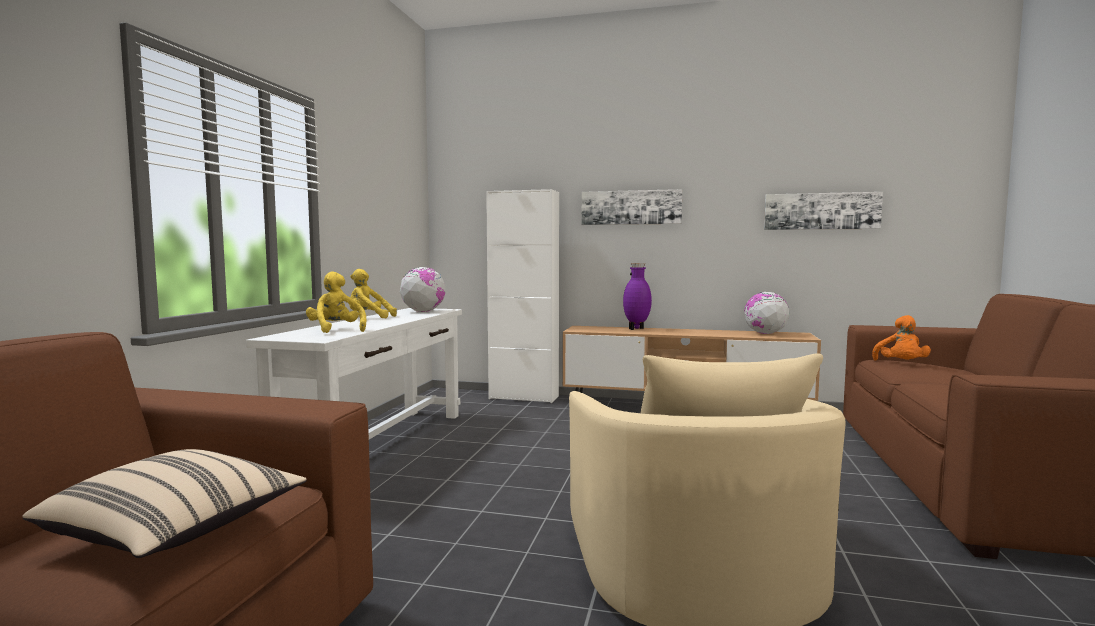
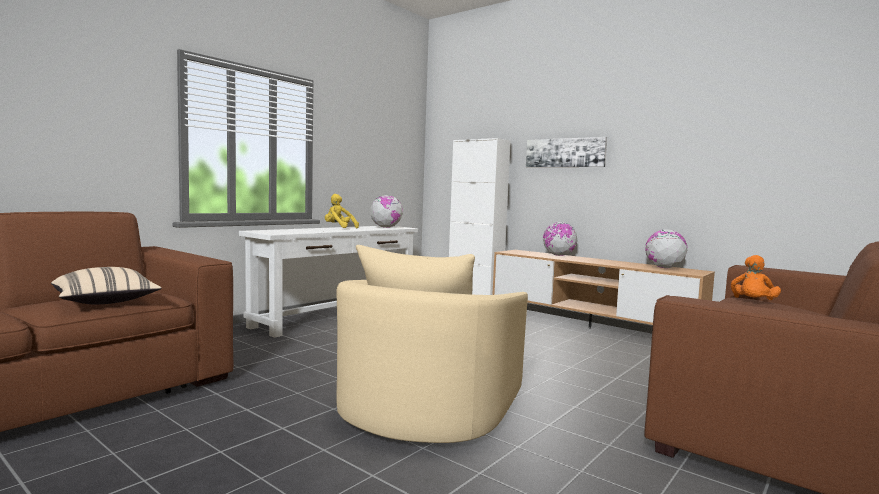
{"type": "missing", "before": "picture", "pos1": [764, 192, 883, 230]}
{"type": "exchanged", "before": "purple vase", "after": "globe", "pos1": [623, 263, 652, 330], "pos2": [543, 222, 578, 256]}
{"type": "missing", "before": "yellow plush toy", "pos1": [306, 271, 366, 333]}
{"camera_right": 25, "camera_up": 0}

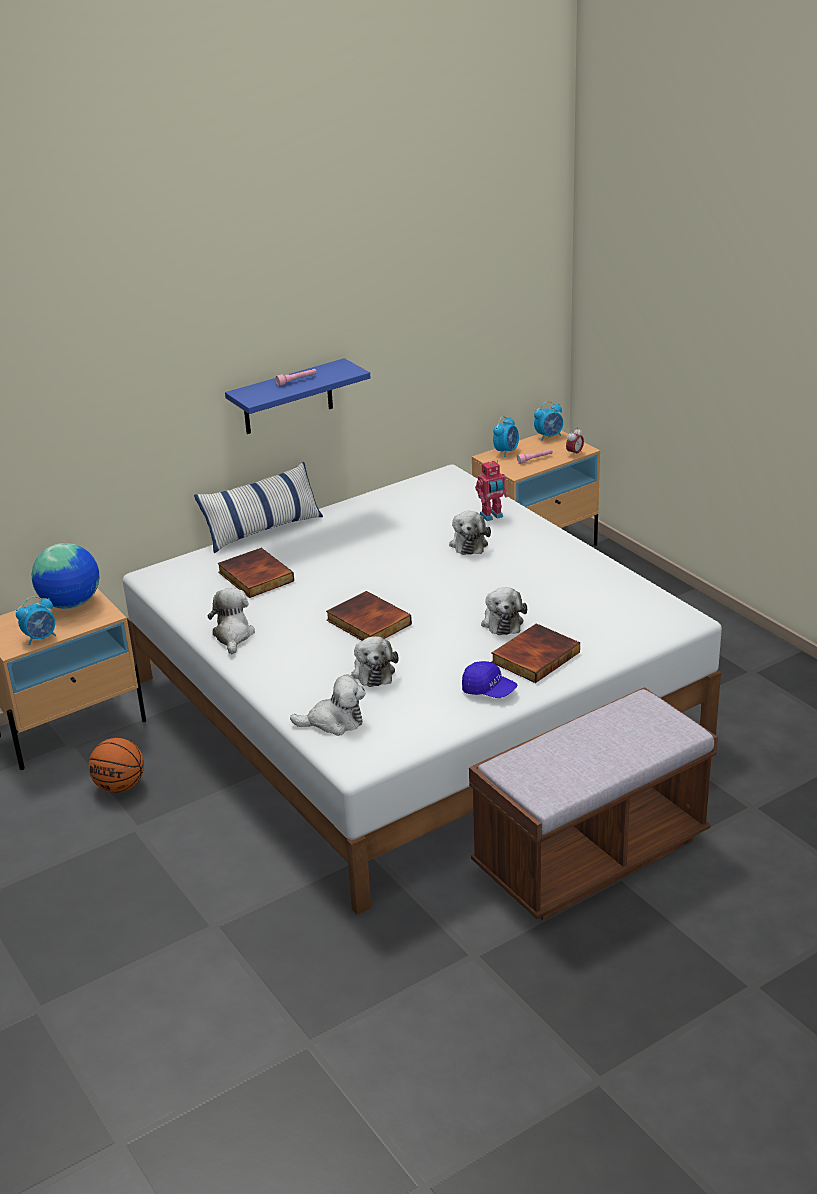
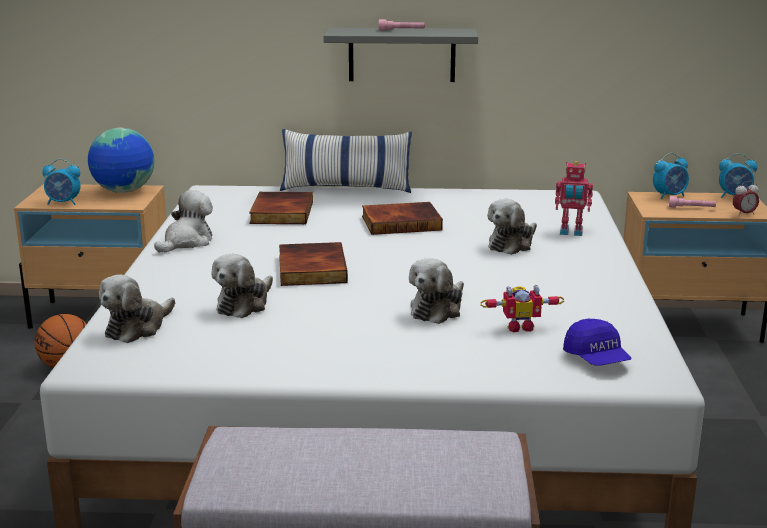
{"type": "colour", "before": "blue shelf", "after": "grey shelf", "pos1": [225, 358, 371, 434], "pos2": [323, 28, 478, 82]}
{"type": "relocated", "before": "book", "pos1": [491, 623, 580, 683], "pos2": [362, 202, 443, 235]}
{"type": "relocated", "before": "blue cap", "pos1": [462, 661, 517, 698], "pos2": [563, 319, 632, 366]}
{"type": "spun", "before": "plush toy", "pos1": [290, 674, 366, 736], "pos2": [99, 275, 175, 343], "turn": 90}
{"type": "appeared", "after": "toy robot", "pos2": [480, 285, 564, 332]}
{"camera_right": 35, "camera_up": -10}

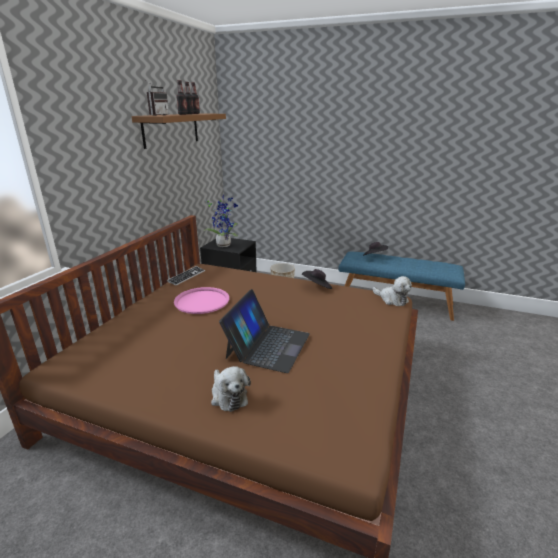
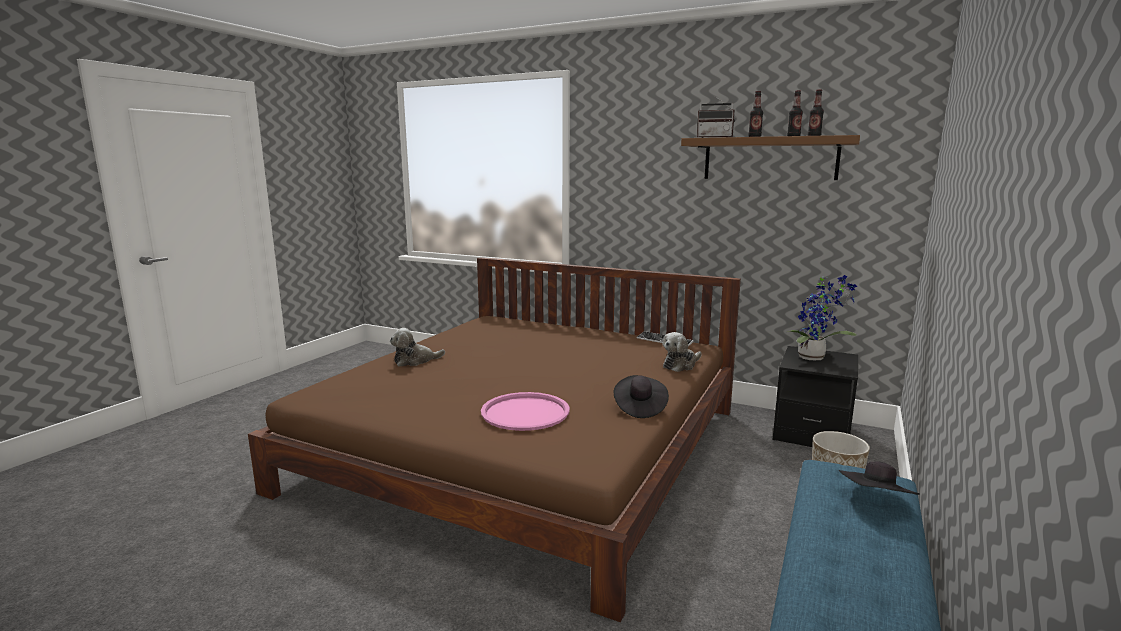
{"type": "relocated", "before": "plush toy", "pos1": [372, 276, 412, 306], "pos2": [662, 332, 702, 372]}
{"type": "relocated", "before": "pink tray", "pos1": [174, 287, 229, 314], "pos2": [481, 392, 570, 431]}
{"type": "missing", "before": "laptop", "pos1": [219, 289, 310, 373]}
{"camera_right": 95, "camera_up": -10}

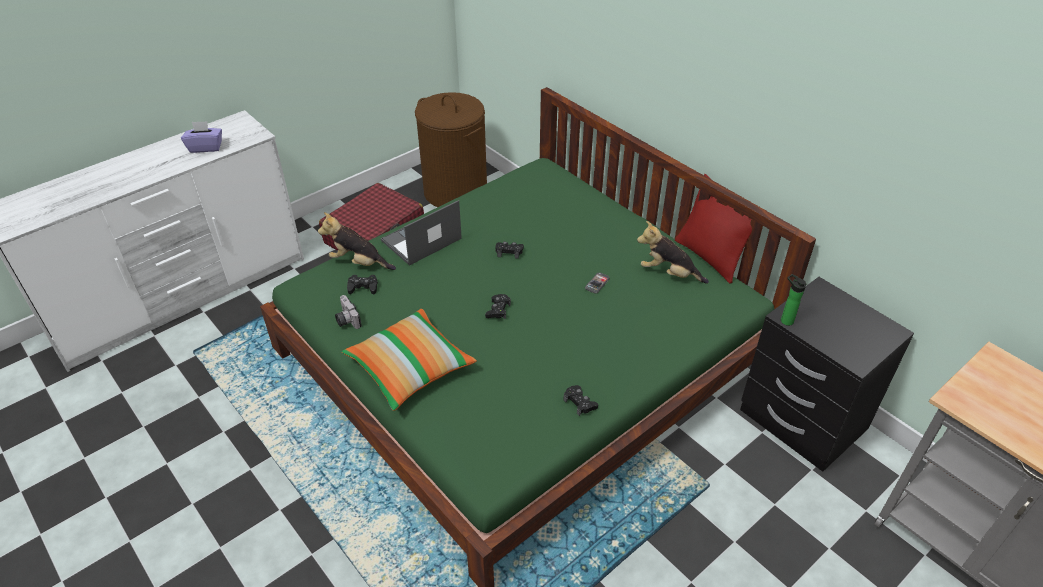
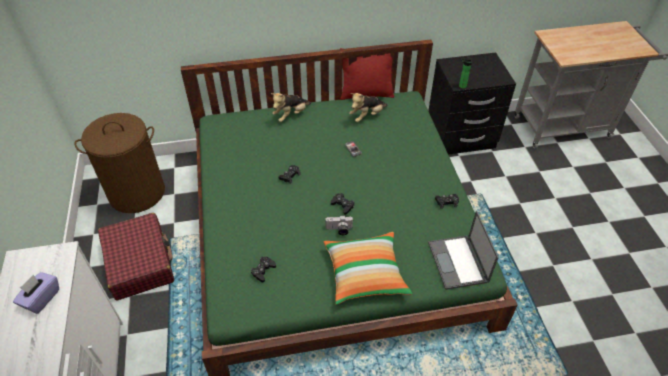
{"type": "relocated", "before": "laptop", "pos1": [381, 200, 462, 266], "pos2": [428, 211, 499, 290]}
{"type": "relocated", "before": "plush toy", "pos1": [318, 212, 396, 270], "pos2": [271, 93, 311, 122]}
{"type": "relocated", "before": "photo camera", "pos1": [335, 295, 362, 329], "pos2": [325, 215, 353, 235]}
{"camera_right": -60, "camera_up": 5}

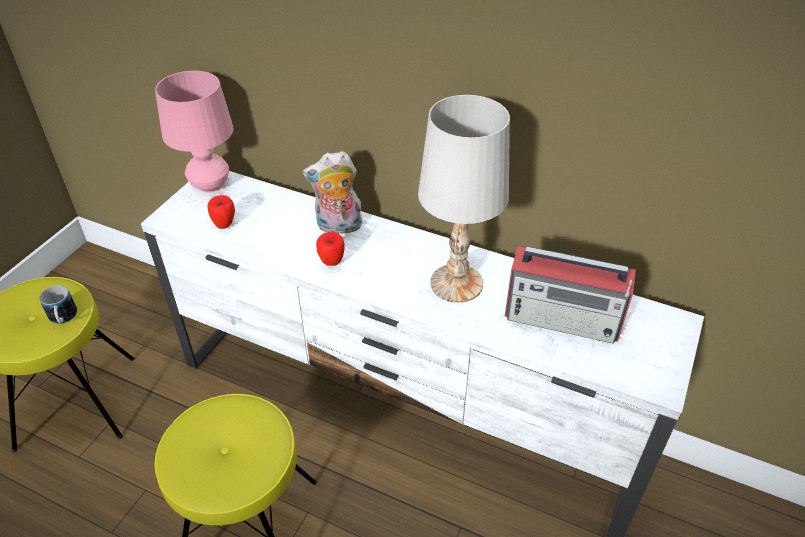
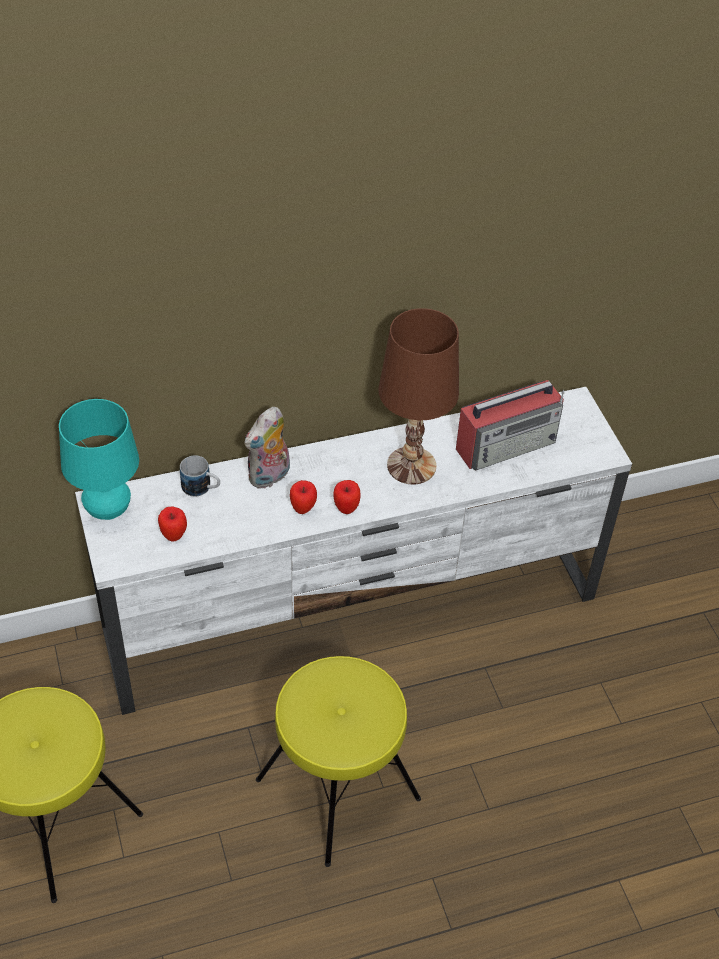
{"type": "colour", "before": "pink table lamp", "after": "turquoise table lamp", "pos1": [155, 71, 233, 192], "pos2": [59, 399, 139, 520]}
{"type": "colour", "before": "white table lamp", "after": "brown table lamp", "pos1": [418, 95, 510, 303], "pos2": [378, 308, 459, 484]}
{"type": "relocated", "before": "mug", "pos1": [39, 285, 77, 324], "pos2": [180, 455, 220, 496]}
{"type": "appeared", "after": "apple", "pos2": [333, 480, 361, 514]}
{"camera_right": -45, "camera_up": 5}

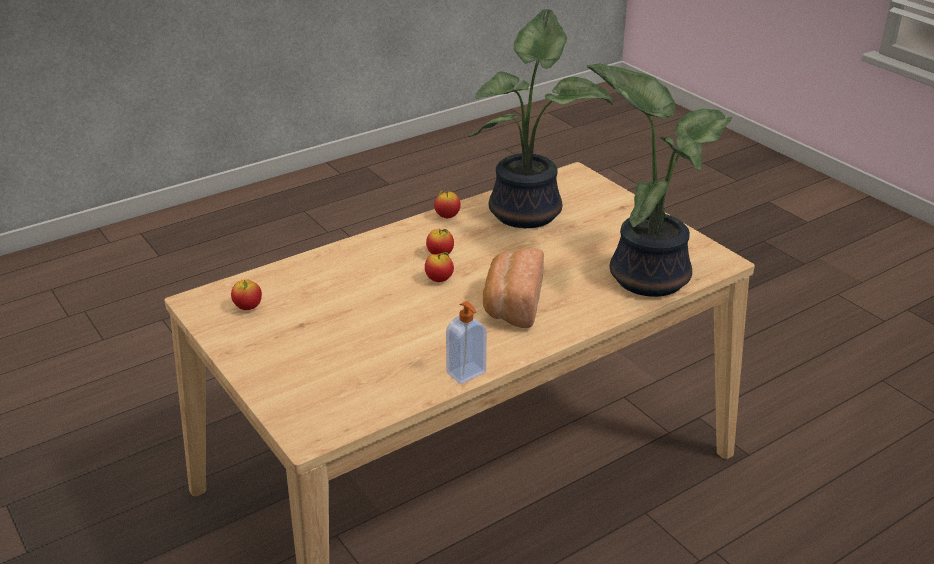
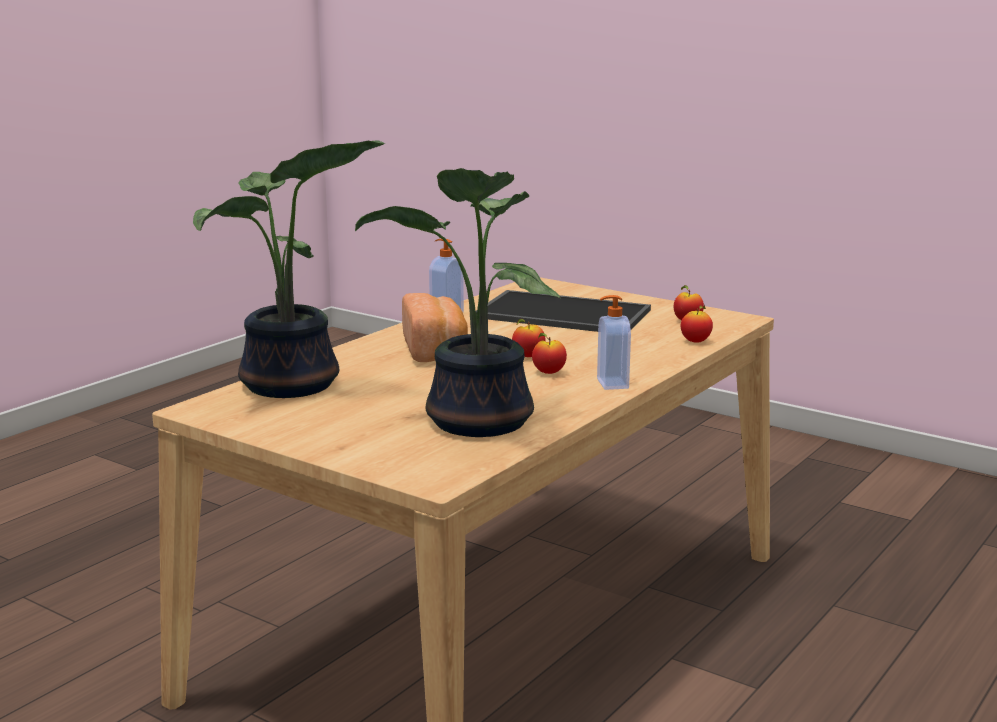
{"type": "relocated", "before": "apple", "pos1": [434, 190, 461, 218], "pos2": [681, 305, 713, 343]}
{"type": "appeared", "after": "tray", "pos2": [476, 290, 651, 332]}
{"type": "appeared", "after": "soap dispenser", "pos2": [597, 295, 631, 390]}
{"camera_right": 160, "camera_up": -15}

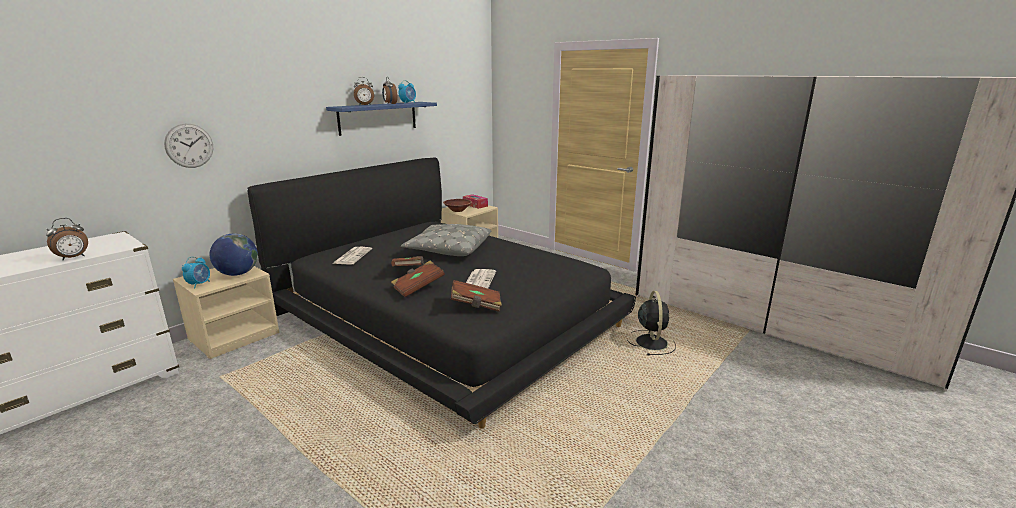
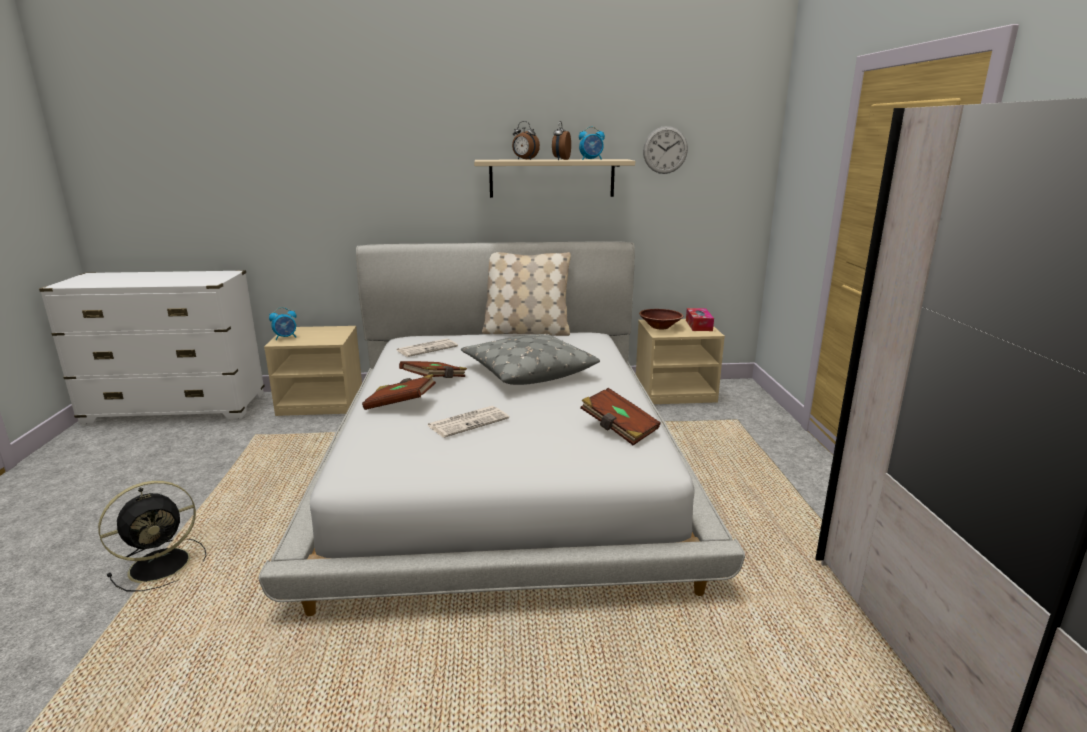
{"type": "colour", "before": "blue shelf", "after": "beige shelf", "pos1": [326, 102, 437, 136], "pos2": [474, 159, 635, 198]}
{"type": "relocated", "before": "wall clock", "pos1": [164, 124, 213, 168], "pos2": [643, 126, 688, 174]}
{"type": "colour", "before": "black bed", "after": "white bed", "pos1": [247, 158, 636, 429], "pos2": [258, 241, 745, 616]}
{"type": "missing", "before": "alarm clock", "pos1": [46, 218, 88, 260]}
{"type": "missing", "before": "globe", "pos1": [210, 233, 258, 276]}
{"type": "relocated", "before": "brown book", "pos1": [451, 280, 502, 312], "pos2": [580, 388, 661, 445]}
{"type": "relocated", "before": "black fan", "pos1": [627, 291, 676, 355], "pos2": [98, 481, 206, 592]}
{"type": "appeared", "after": "beige pillow", "pos2": [482, 252, 571, 336]}
{"camera_right": 45, "camera_up": 0}

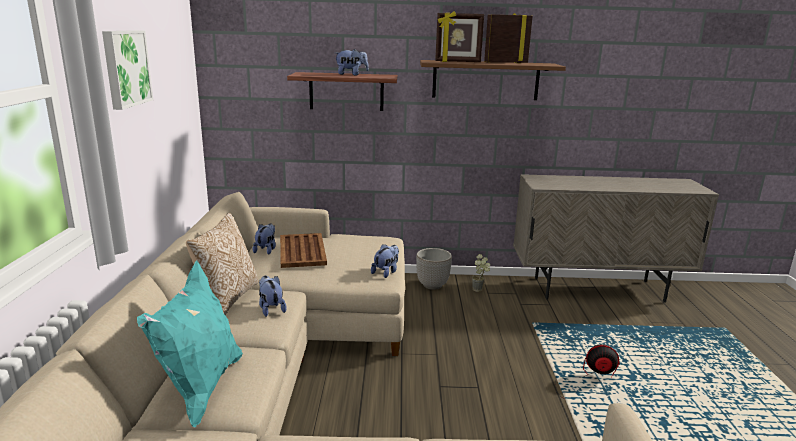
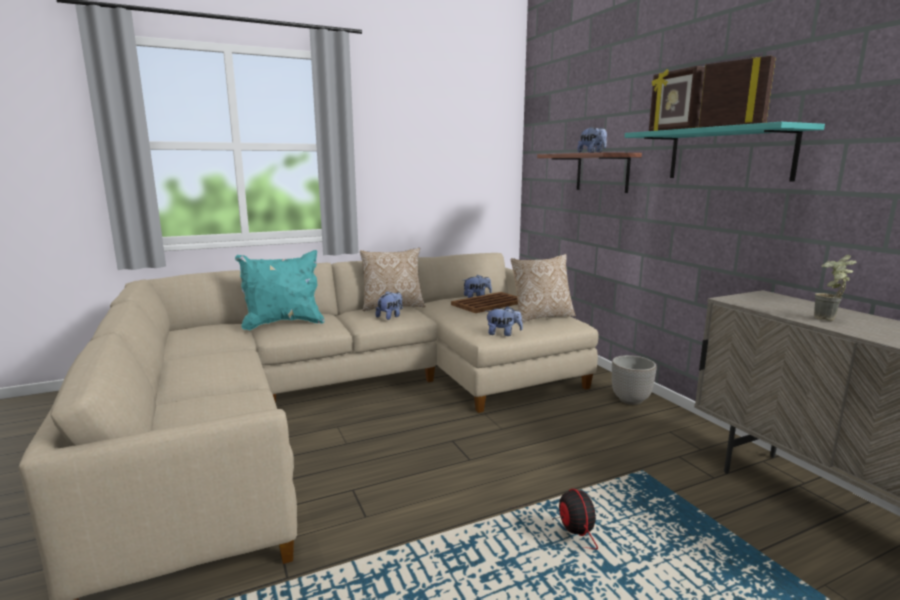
{"type": "missing", "before": "picture", "pos1": [102, 30, 153, 110]}
{"type": "colour", "before": "brown shelf", "after": "turquoise shelf", "pos1": [420, 60, 566, 100], "pos2": [624, 122, 825, 182]}
{"type": "relocated", "before": "potted plant", "pos1": [472, 254, 490, 292], "pos2": [814, 255, 857, 321]}
{"type": "appeared", "after": "pillow", "pos2": [510, 254, 576, 323]}
{"camera_right": 65, "camera_up": -5}

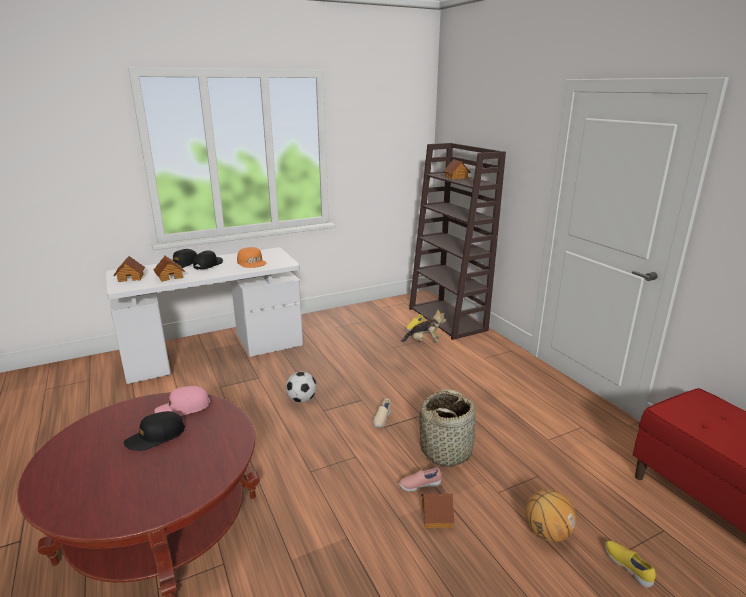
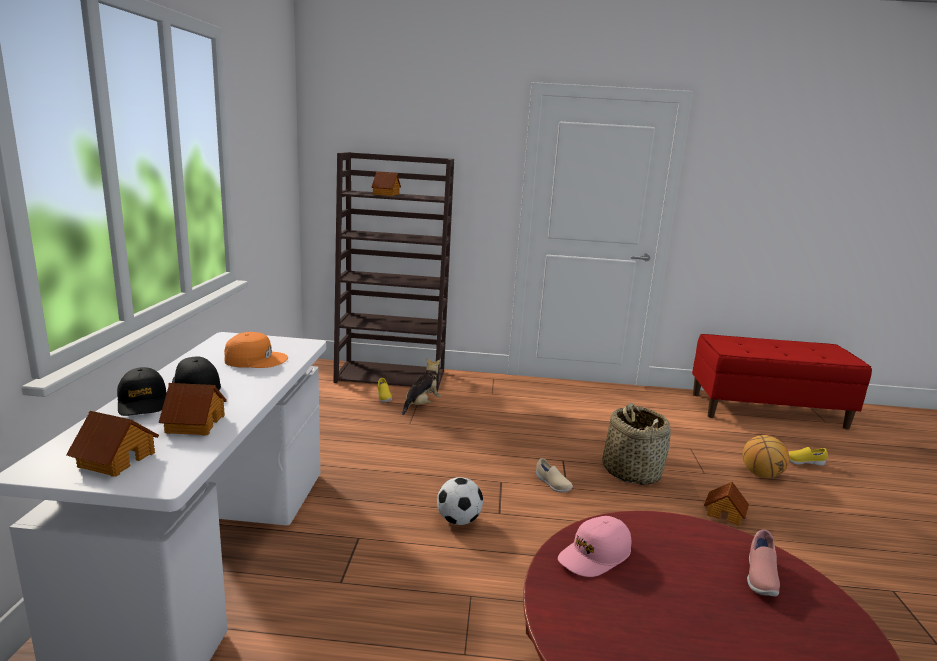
{"type": "spun", "before": "pink cap", "pos1": [155, 386, 210, 416], "pos2": [558, 516, 632, 577], "turn": 45}
{"type": "missing", "before": "black cap", "pos1": [124, 411, 185, 451]}
{"type": "relocated", "before": "pink shoe", "pos1": [398, 467, 442, 492], "pos2": [747, 529, 780, 596]}
{"camera_right": -60, "camera_up": -5}

